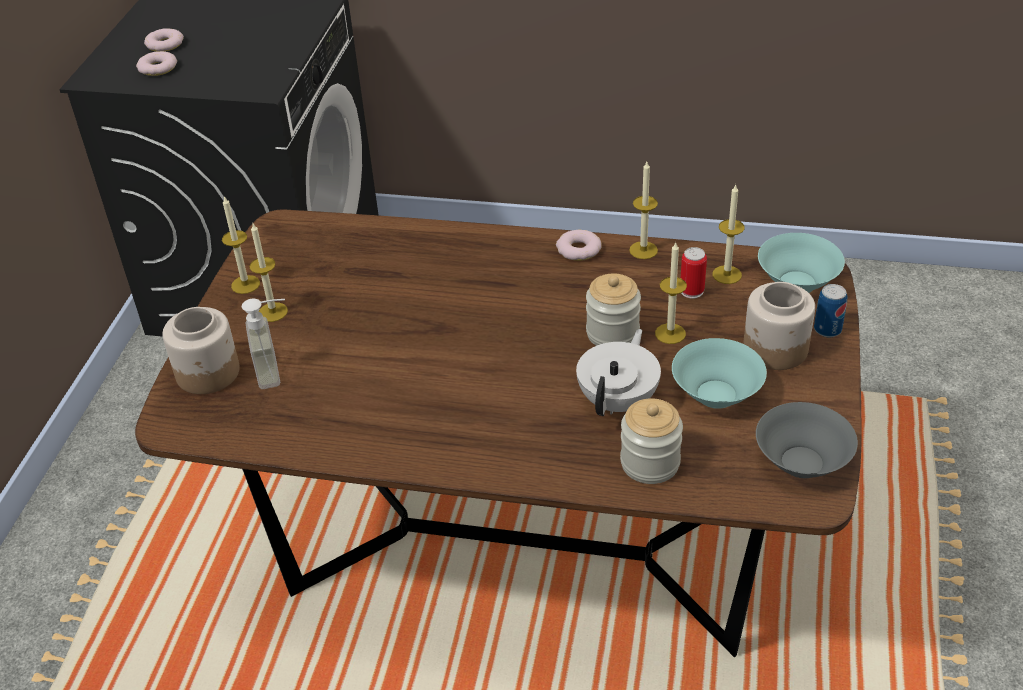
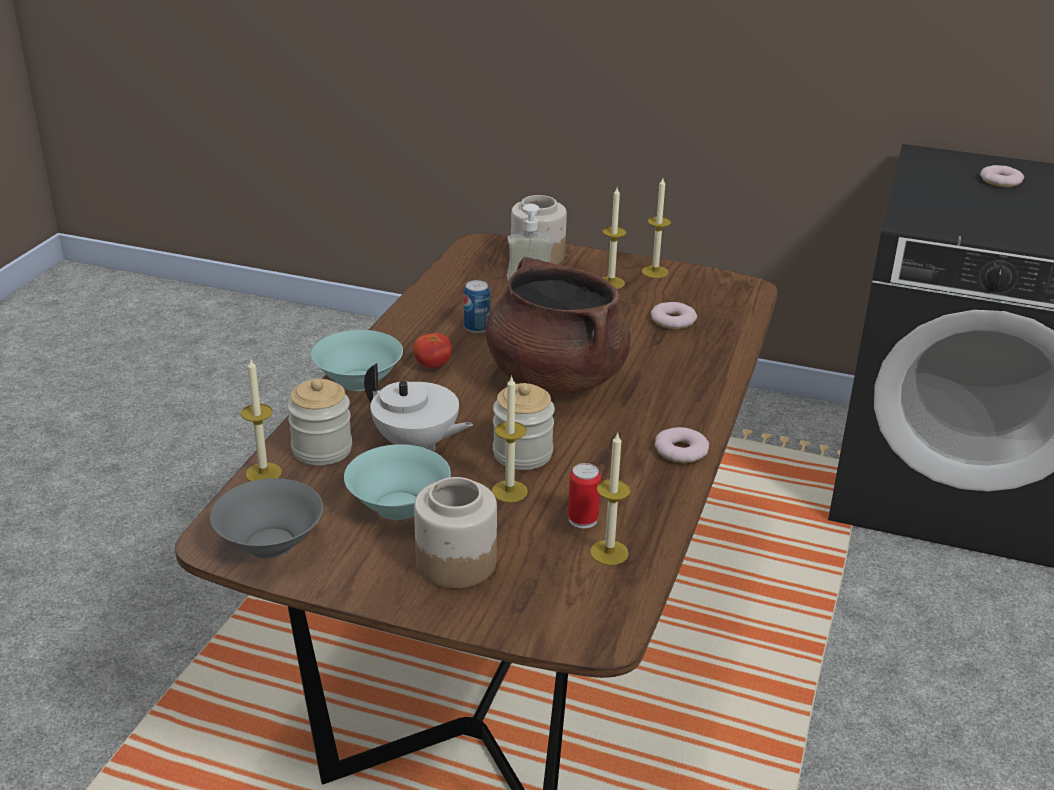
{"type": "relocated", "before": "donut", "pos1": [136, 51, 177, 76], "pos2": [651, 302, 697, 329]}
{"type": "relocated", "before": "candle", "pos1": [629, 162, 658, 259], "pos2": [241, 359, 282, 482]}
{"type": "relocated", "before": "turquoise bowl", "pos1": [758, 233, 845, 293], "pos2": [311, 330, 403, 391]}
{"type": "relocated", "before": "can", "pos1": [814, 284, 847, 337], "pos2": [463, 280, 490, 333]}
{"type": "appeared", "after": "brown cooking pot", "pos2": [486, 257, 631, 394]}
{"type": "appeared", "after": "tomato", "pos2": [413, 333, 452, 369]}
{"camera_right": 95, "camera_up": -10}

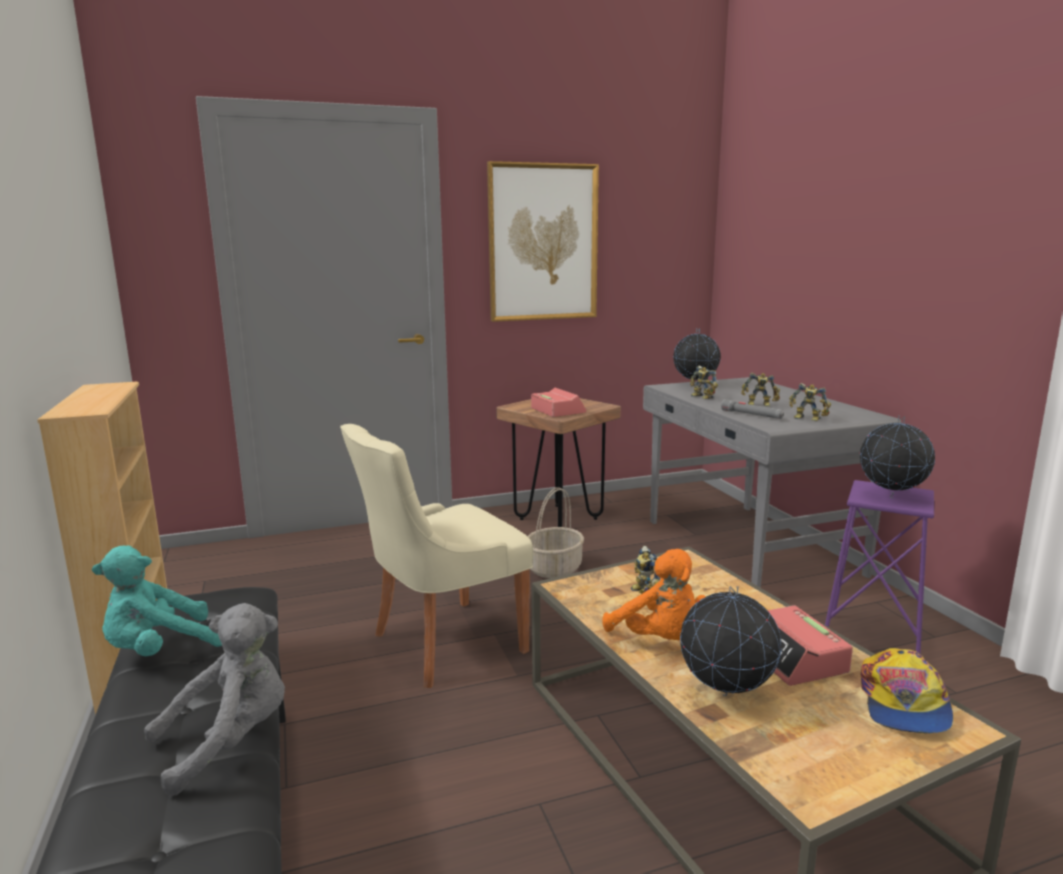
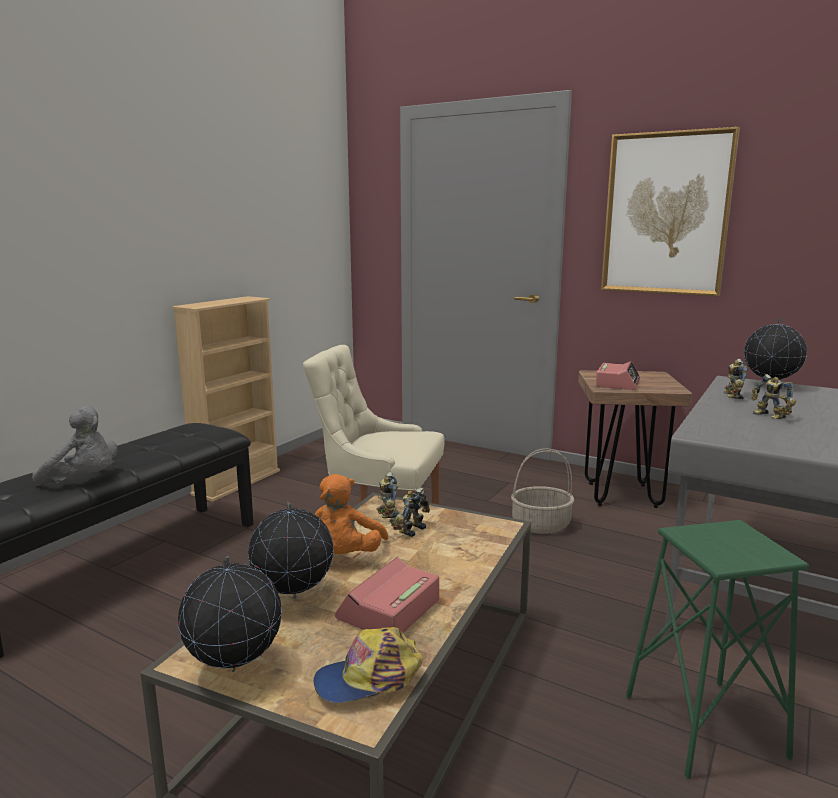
{"type": "relocated", "before": "toy robot", "pos1": [789, 383, 831, 421], "pos2": [376, 472, 398, 518]}
{"type": "missing", "before": "grey flashlight", "pos1": [721, 399, 784, 419]}
{"type": "relocated", "before": "globe", "pos1": [859, 415, 935, 498], "pos2": [177, 556, 282, 672]}
{"type": "colour", "before": "purple stool", "after": "green stool", "pos1": [825, 480, 934, 653], "pos2": [626, 520, 809, 779]}
{"type": "missing", "before": "turquoise plush toy", "pos1": [92, 546, 222, 656]}
{"camera_right": 50, "camera_up": 0}

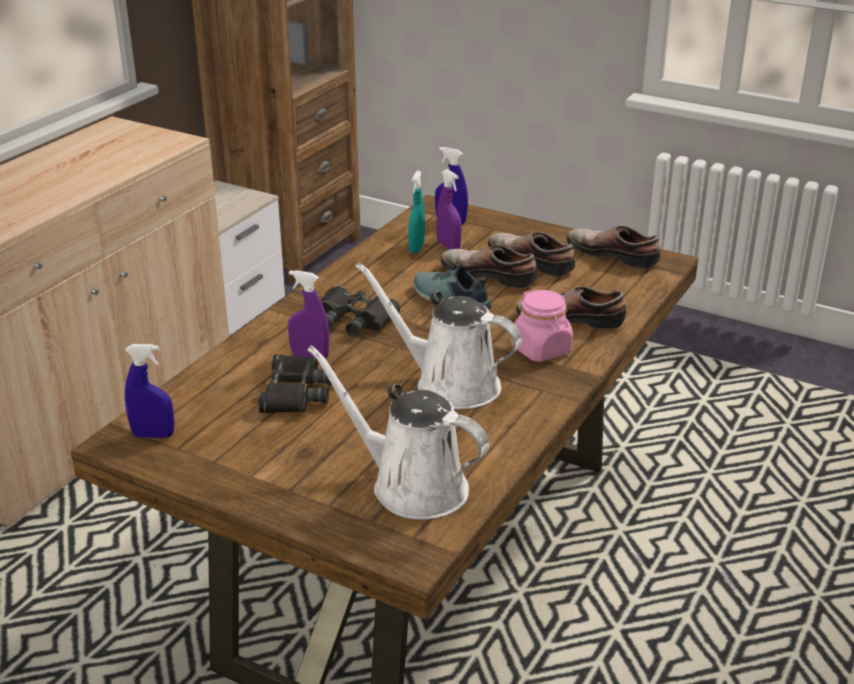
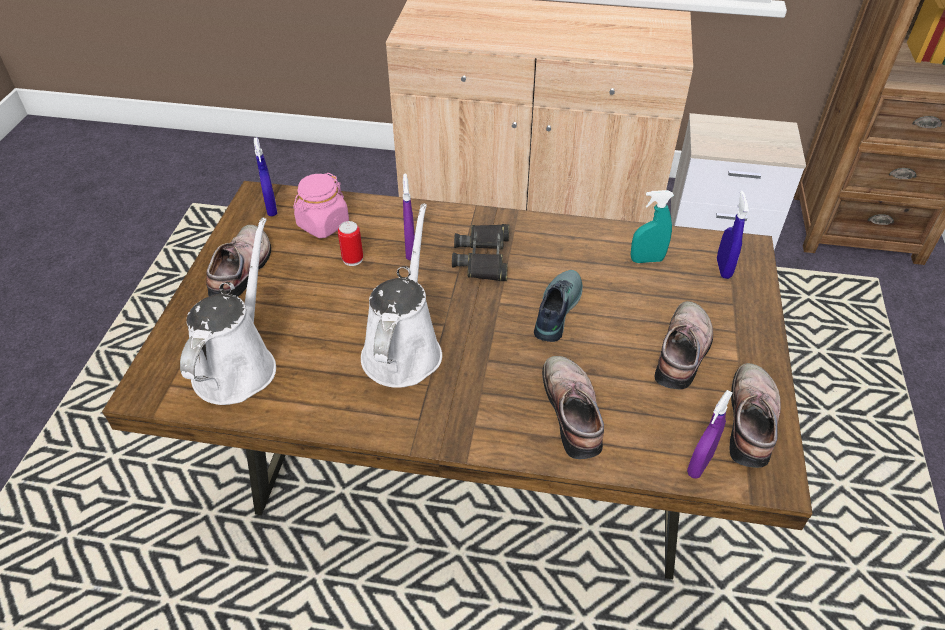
{"type": "relocated", "before": "purple spray bottle", "pos1": [436, 169, 462, 250], "pos2": [687, 390, 733, 479]}
{"type": "relocated", "before": "shoe", "pos1": [441, 245, 537, 288], "pos2": [206, 225, 271, 297]}
{"type": "relocated", "before": "pink jar", "pos1": [511, 289, 573, 362], "pos2": [293, 173, 349, 238]}
{"type": "exchanged", "before": "black binoculars", "after": "can", "pos1": [258, 354, 334, 413], "pos2": [338, 221, 363, 266]}
{"camera_right": 70, "camera_up": 15}

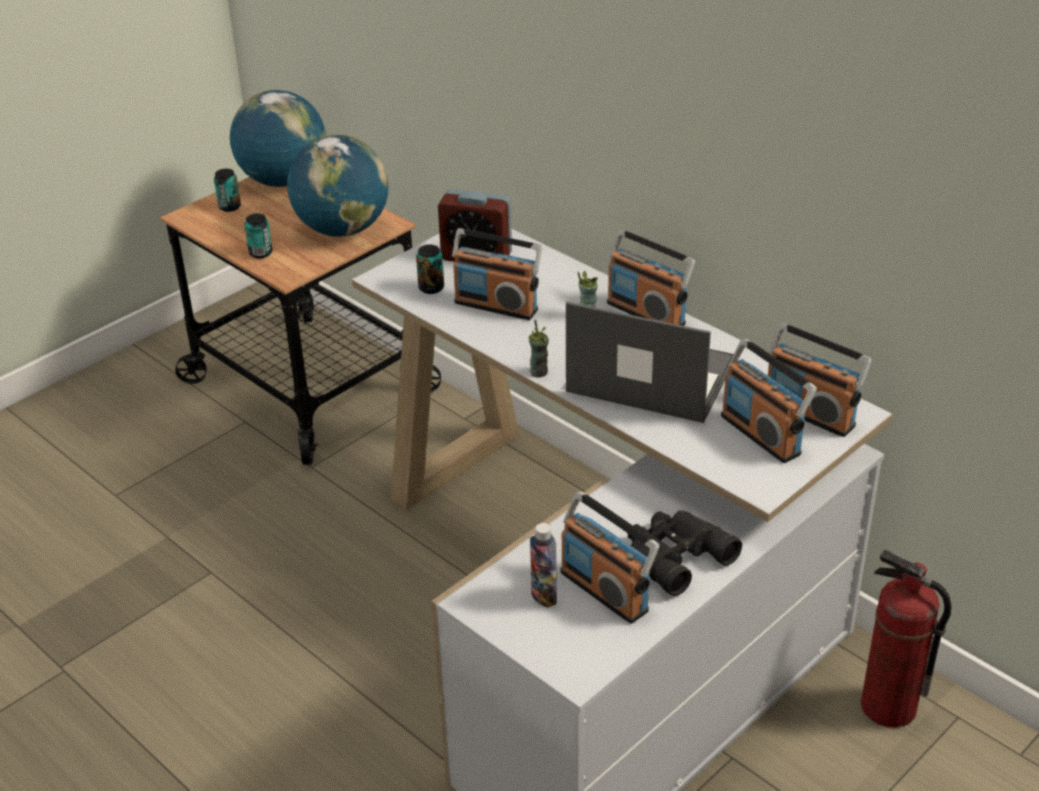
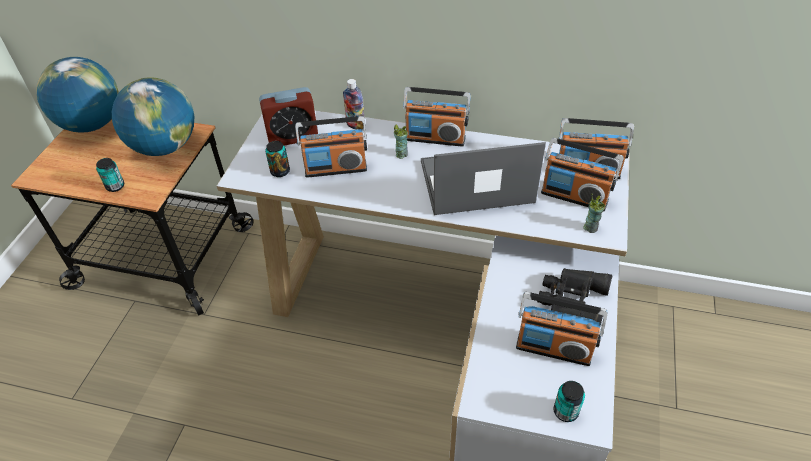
{"type": "relocated", "before": "can", "pos1": [214, 169, 241, 212], "pos2": [554, 381, 585, 422]}
{"type": "relocated", "before": "cup", "pos1": [528, 320, 549, 378], "pos2": [583, 193, 605, 233]}
{"type": "relocated", "before": "bottle", "pos1": [530, 523, 557, 608], "pos2": [343, 79, 364, 129]}
{"type": "missing", "before": "fire extinguisher", "pos1": [861, 550, 952, 728]}
{"camera_right": -30, "camera_up": 10}

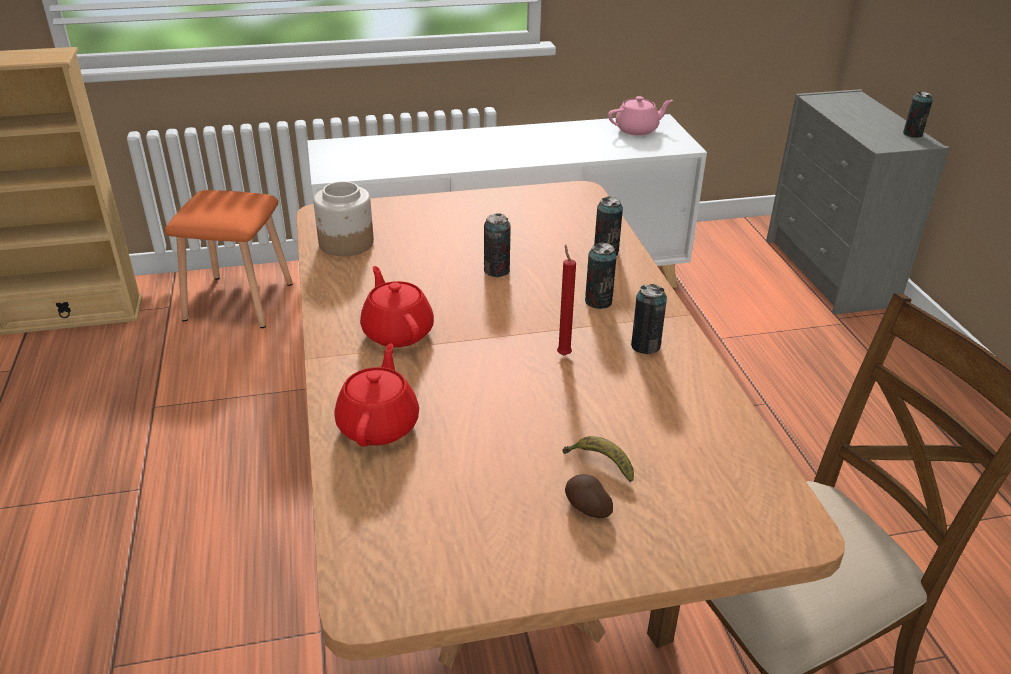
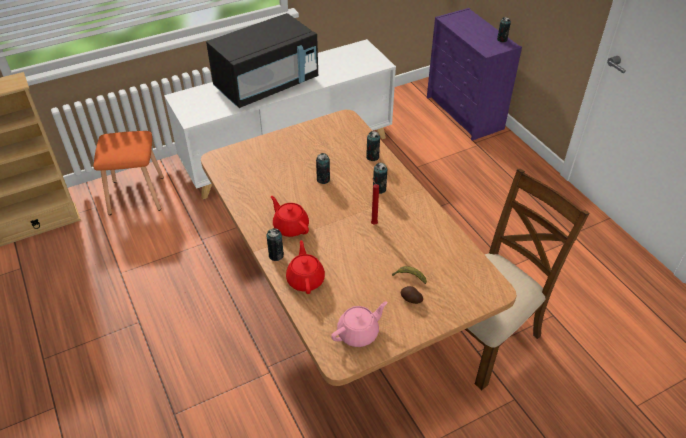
{"type": "colour", "before": "grey dresser", "after": "purple dresser", "pos1": [766, 89, 950, 315], "pos2": [427, 8, 522, 141]}
{"type": "relocated", "before": "pink teapot", "pos1": [608, 96, 673, 136], "pos2": [331, 301, 388, 347]}
{"type": "missing", "before": "jar", "pos1": [313, 181, 374, 256]}
{"type": "relocated", "before": "can", "pos1": [631, 284, 667, 354], "pos2": [267, 228, 284, 261]}
{"type": "appeared", "after": "black microwave", "pos2": [206, 13, 318, 108]}
{"camera_right": -15, "camera_up": 10}

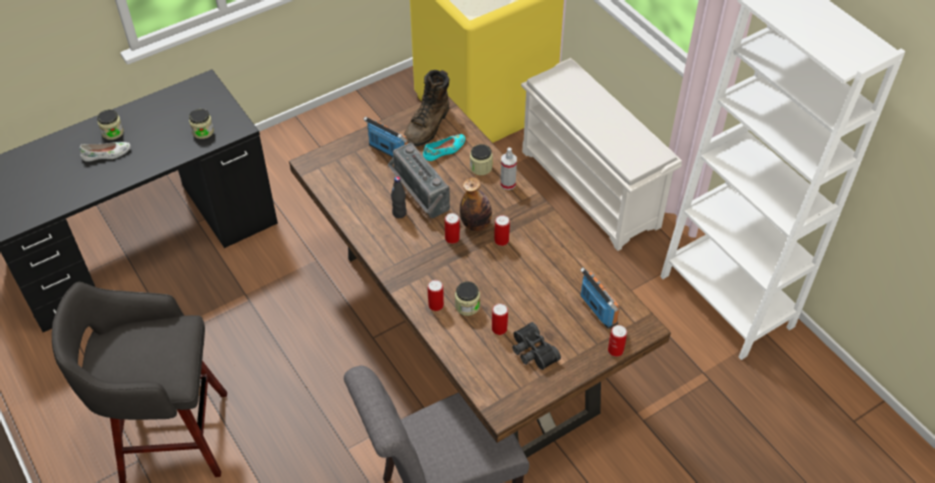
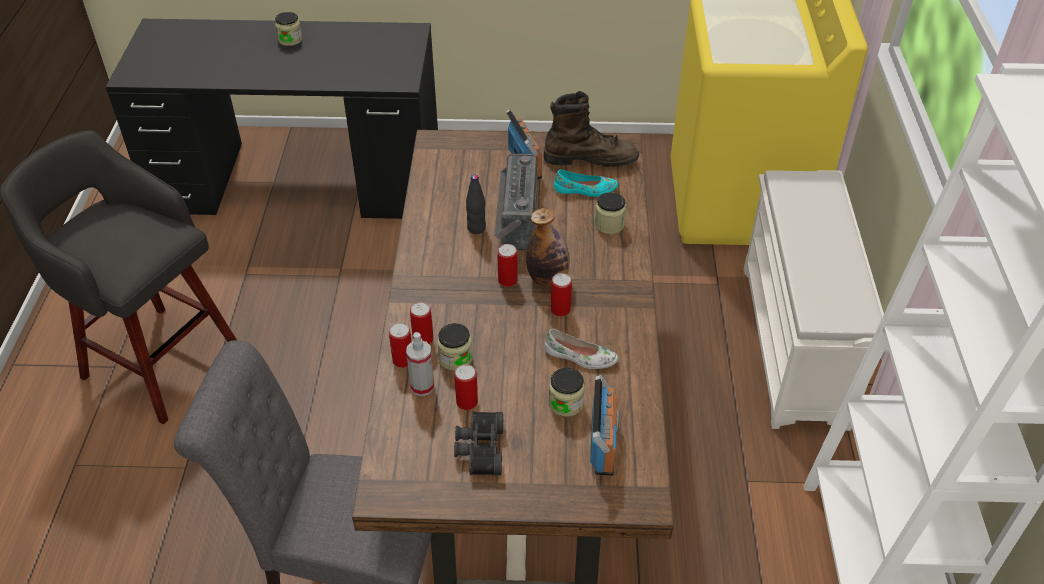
{"type": "spun", "before": "brown boot", "pos1": [404, 70, 449, 146], "pos2": [544, 91, 639, 167], "turn": -150}
{"type": "relocated", "before": "jar", "pos1": [189, 109, 214, 139], "pos2": [548, 368, 585, 417]}
{"type": "relocated", "before": "white shoe", "pos1": [79, 142, 131, 162], "pos2": [544, 329, 618, 369]}
{"type": "relocated", "before": "spray bottle", "pos1": [500, 147, 517, 190], "pos2": [406, 332, 434, 396]}
{"type": "relocated", "before": "can", "pos1": [608, 325, 627, 357], "pos2": [389, 323, 412, 368]}
{"camera_right": 35, "camera_up": -5}

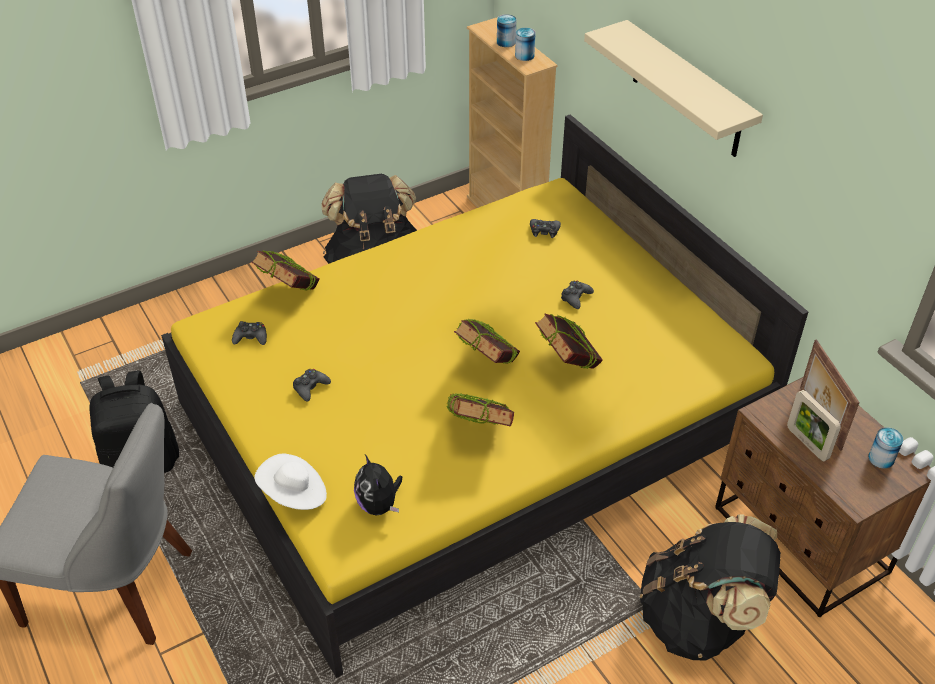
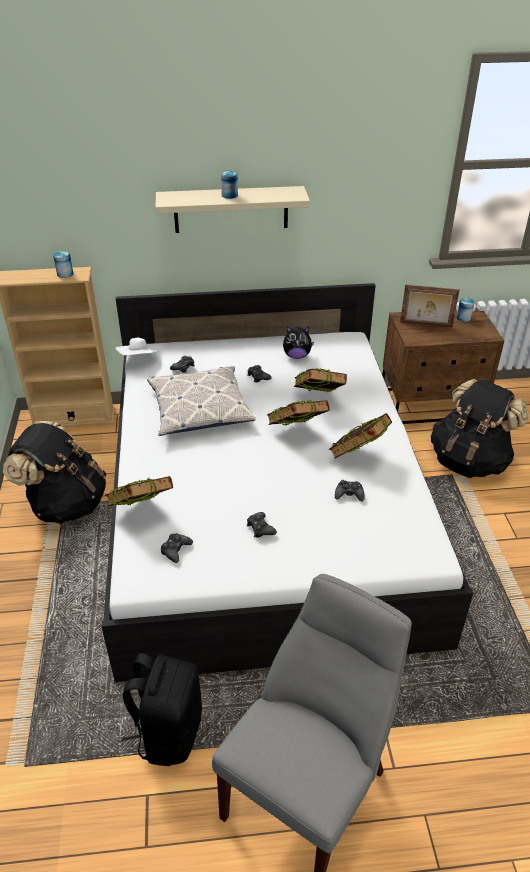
{"type": "relocated", "before": "can", "pos1": [497, 14, 516, 47], "pos2": [221, 171, 238, 199]}
{"type": "colour", "before": "yellow bed", "after": "white bed", "pos1": [161, 115, 808, 678], "pos2": [101, 283, 473, 682]}
{"type": "missing", "before": "picture frame", "pos1": [787, 390, 841, 461]}
{"type": "relocated", "before": "white hat", "pos1": [254, 453, 327, 510], "pos2": [116, 338, 159, 355]}
{"type": "relocated", "before": "plush toy", "pos1": [354, 455, 402, 515], "pos2": [283, 326, 314, 359]}
{"type": "appeared", "after": "pillow", "pos2": [147, 366, 256, 436]}
{"type": "appeared", "after": "black game controller", "pos2": [335, 480, 364, 502]}
{"camera_right": -65, "camera_up": -5}

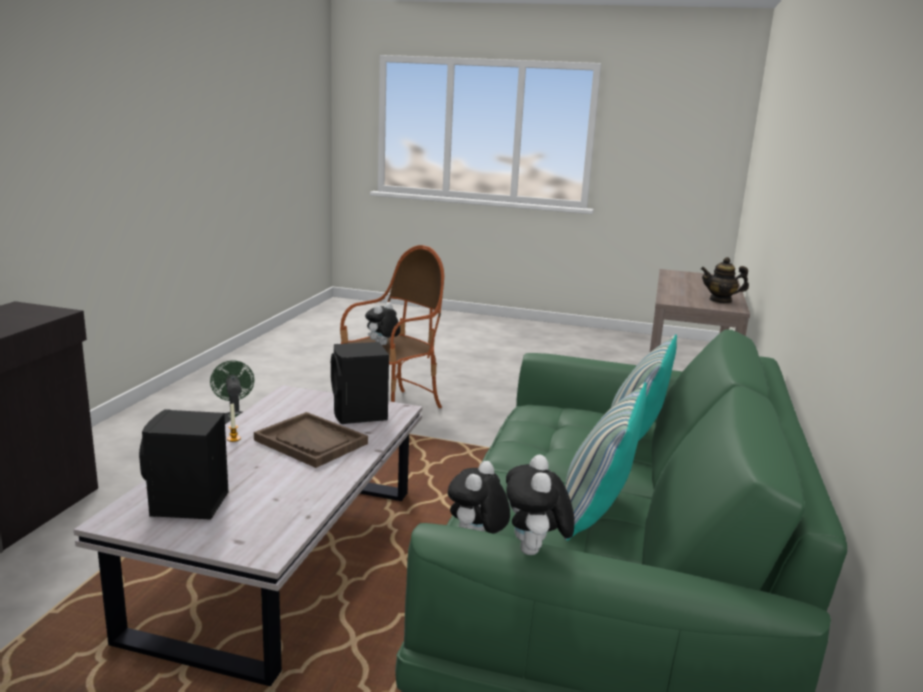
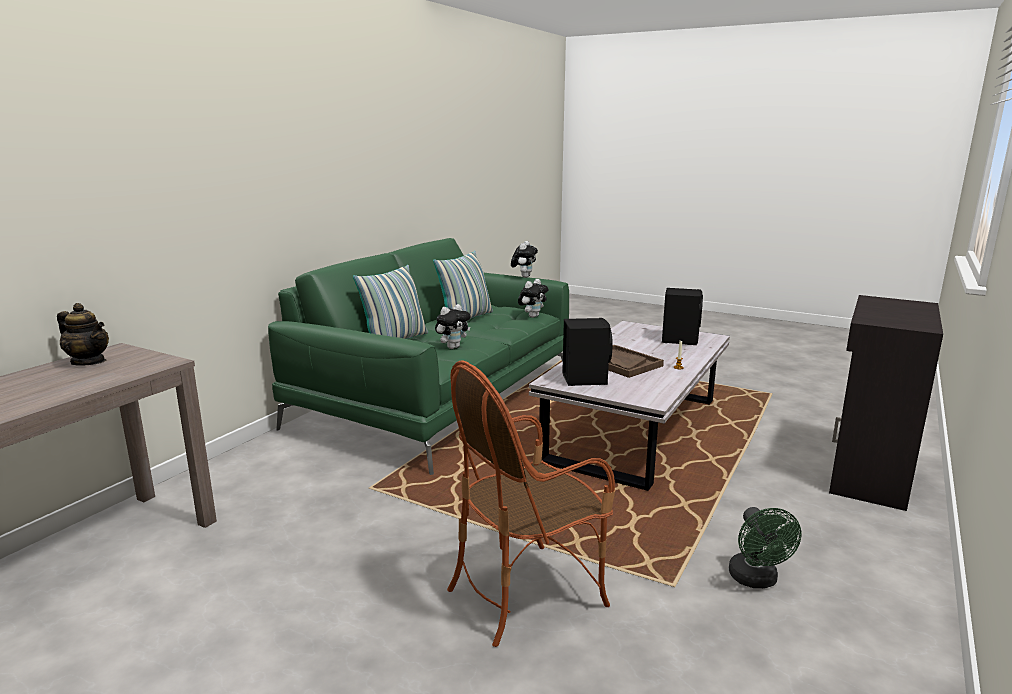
{"type": "relocated", "before": "plush toy", "pos1": [365, 302, 400, 345], "pos2": [435, 304, 470, 349]}
{"camera_right": -165, "camera_up": 0}

